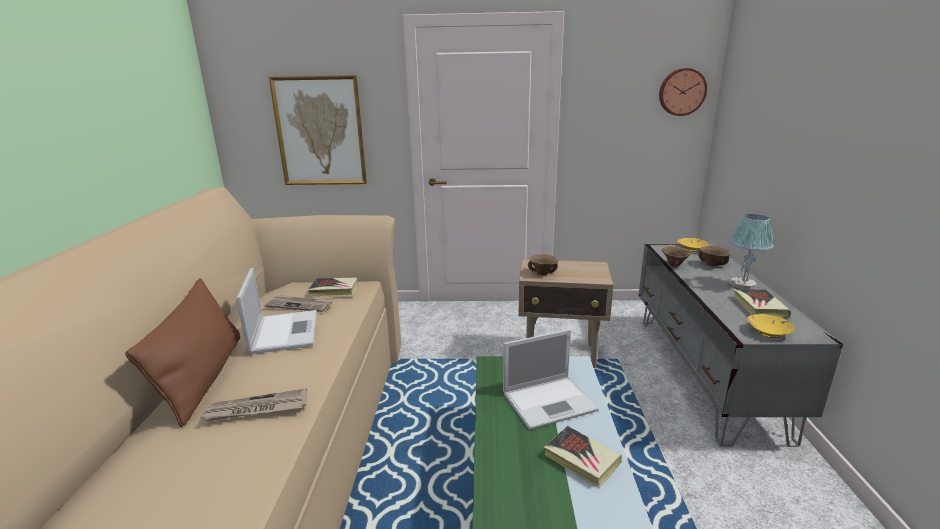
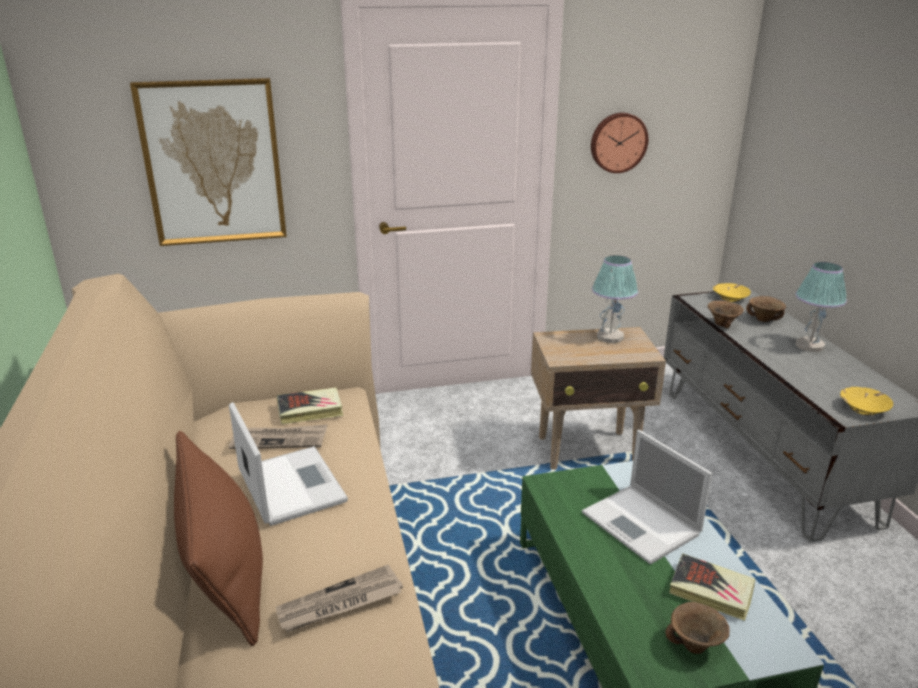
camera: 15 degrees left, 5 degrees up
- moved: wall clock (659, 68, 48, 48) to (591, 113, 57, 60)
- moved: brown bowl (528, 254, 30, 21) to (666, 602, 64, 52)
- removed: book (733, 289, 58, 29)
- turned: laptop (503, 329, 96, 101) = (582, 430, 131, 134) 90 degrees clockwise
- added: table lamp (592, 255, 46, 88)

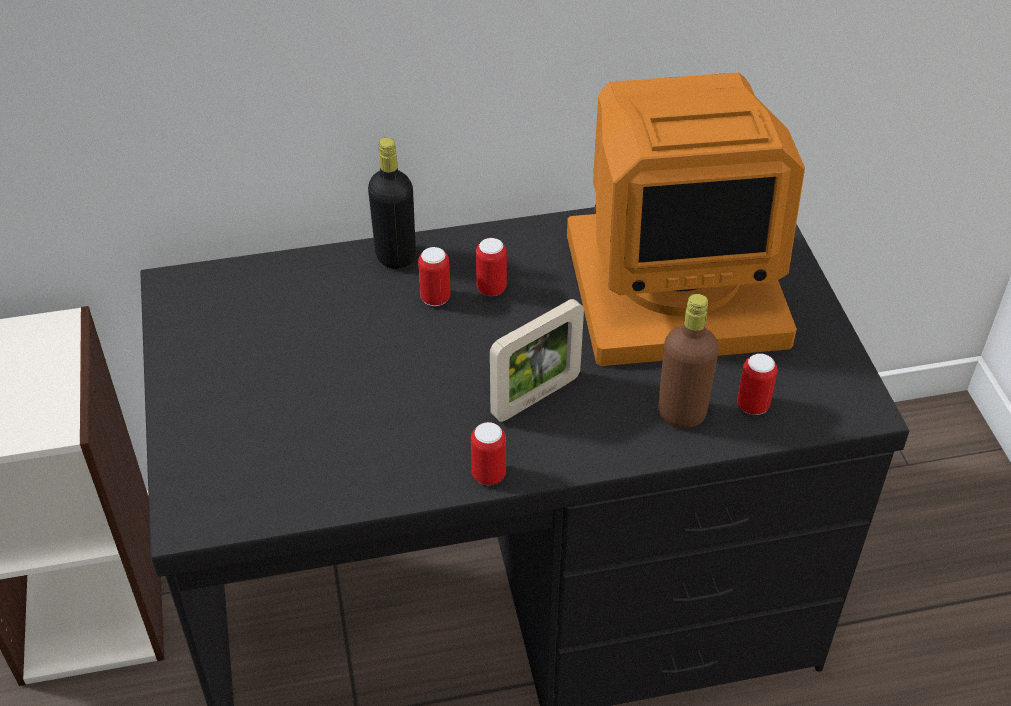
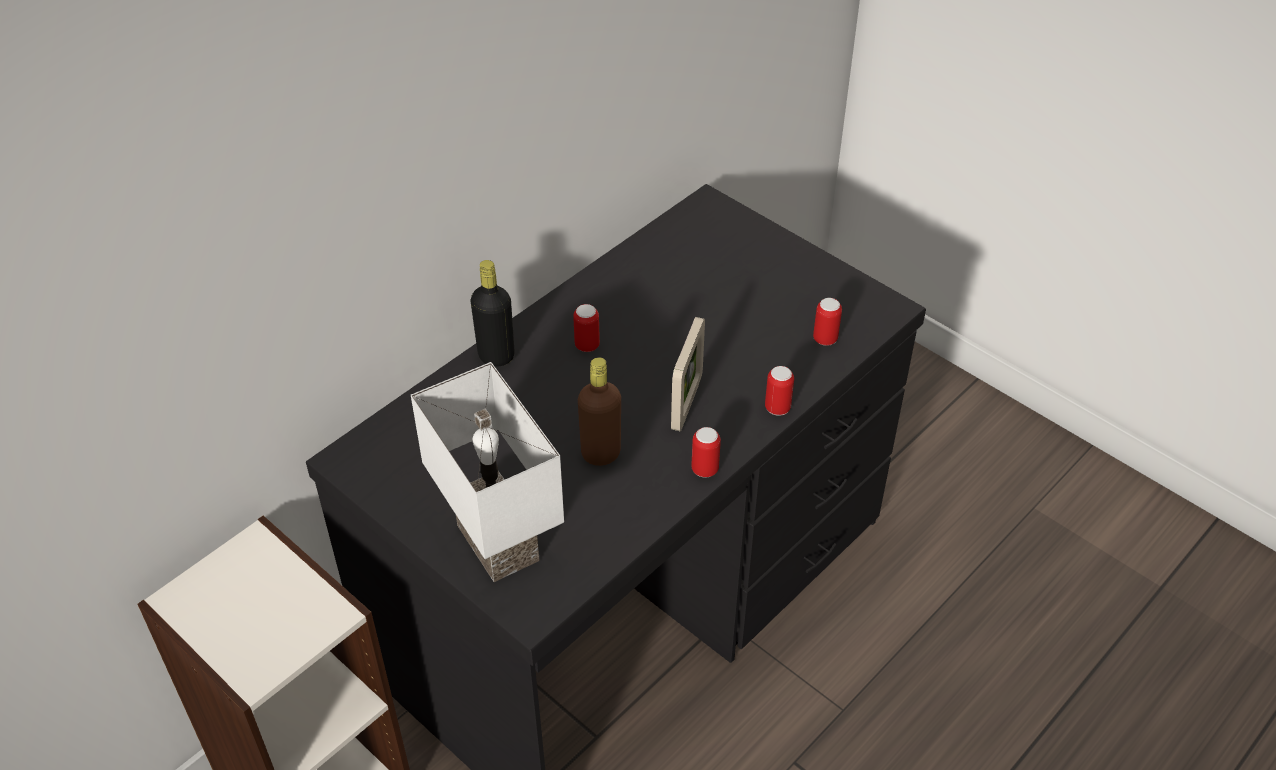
camera: 35 degrees left, 0 degrees up
- removed: monitor (567, 72, 238, 294)
- moved: can (418, 247, 33, 59) to (765, 366, 29, 50)
- moved: brown bottle (658, 294, 61, 134) to (578, 357, 43, 109)
- added: white table lamp (411, 362, 153, 220)

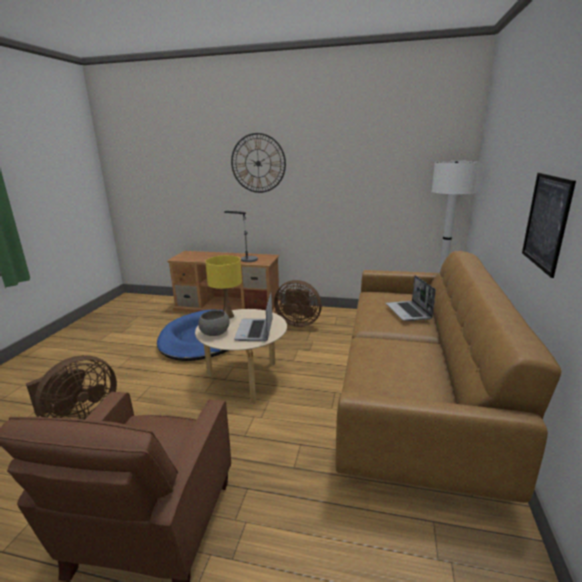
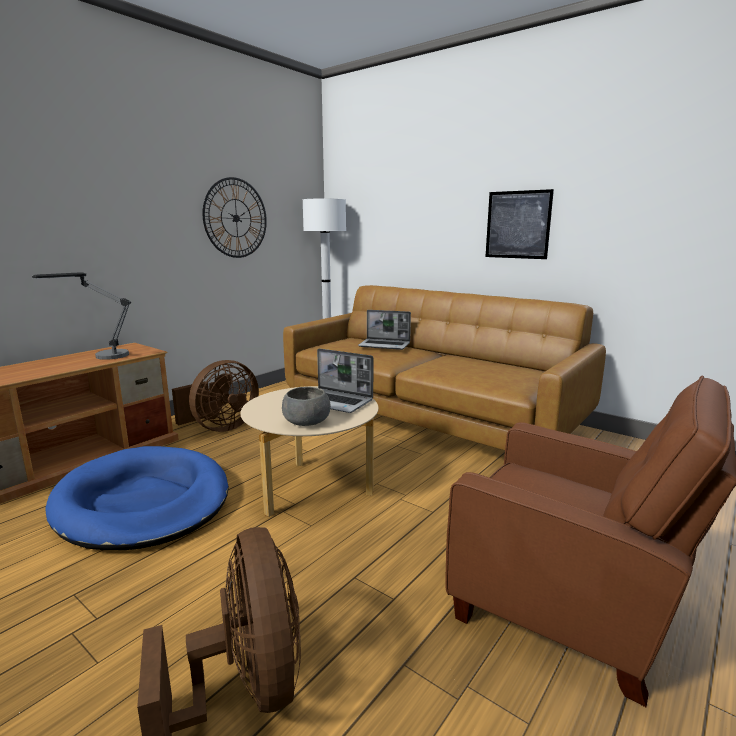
camera: 65 degrees left, 5 degrees down
- moved: wall clock (231, 133, 55, 60) to (202, 177, 65, 81)
- removed: yellow table lamp (205, 255, 37, 64)

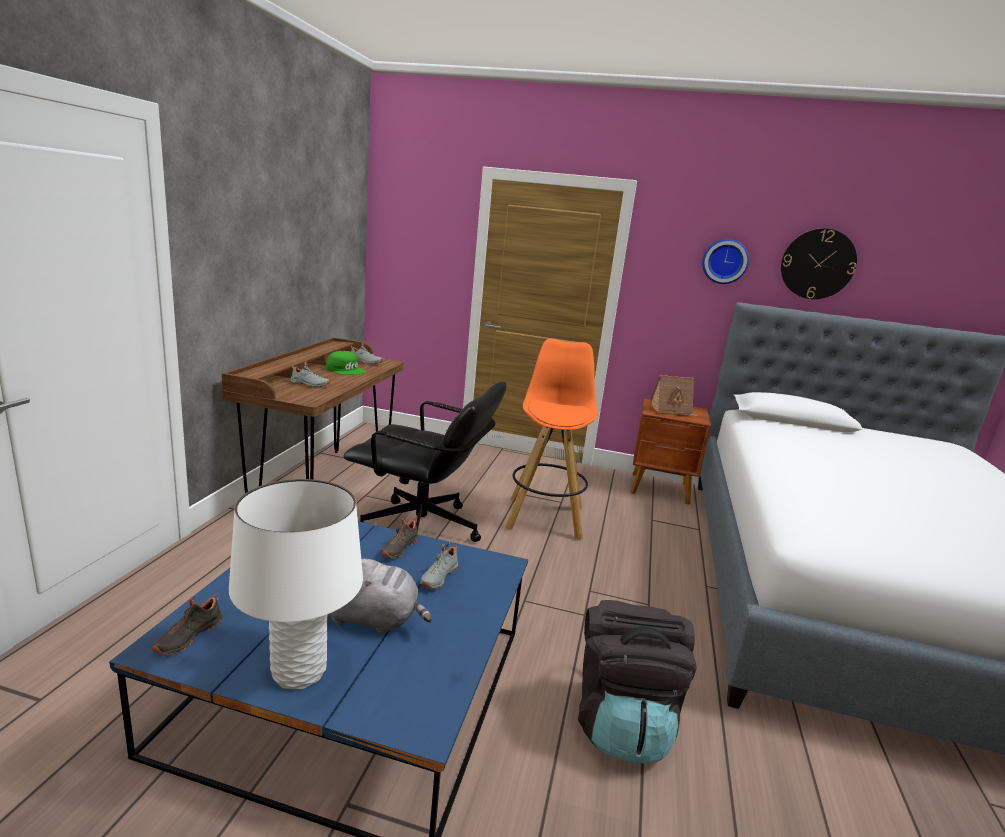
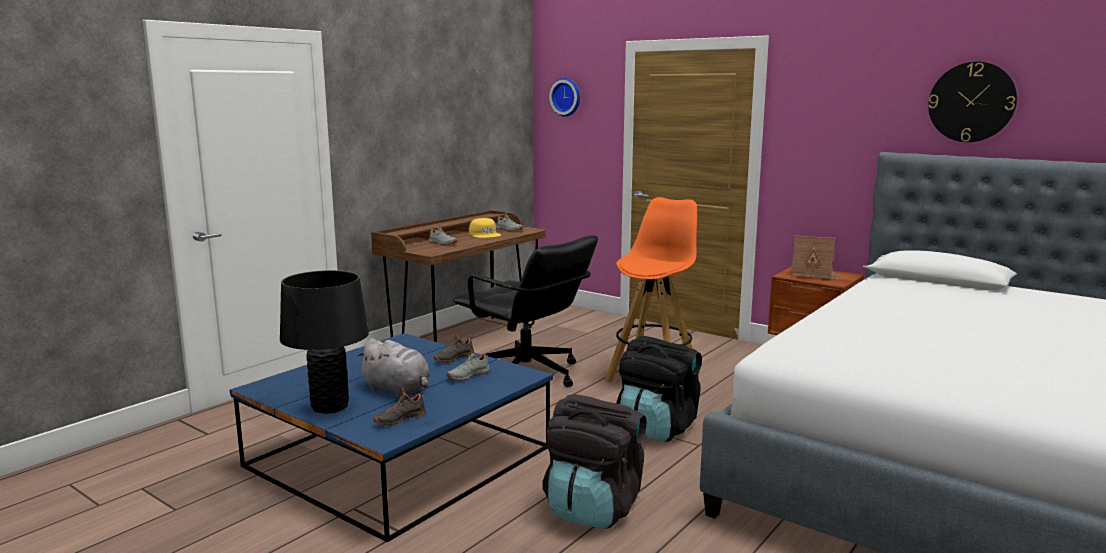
camera: 25 degrees right, 5 degrees down
- moved: wall clock (702, 239, 47, 45) to (549, 78, 31, 39)
- recoloured: green cap (326, 351, 40, 24) to yellow cap (469, 218, 32, 20)
- recoloured: white table lamp (229, 479, 134, 210) to black table lamp (280, 270, 89, 144)
- moved: black shoe (152, 593, 70, 62) to (373, 388, 53, 38)
- added: black backpack (616, 336, 86, 106)

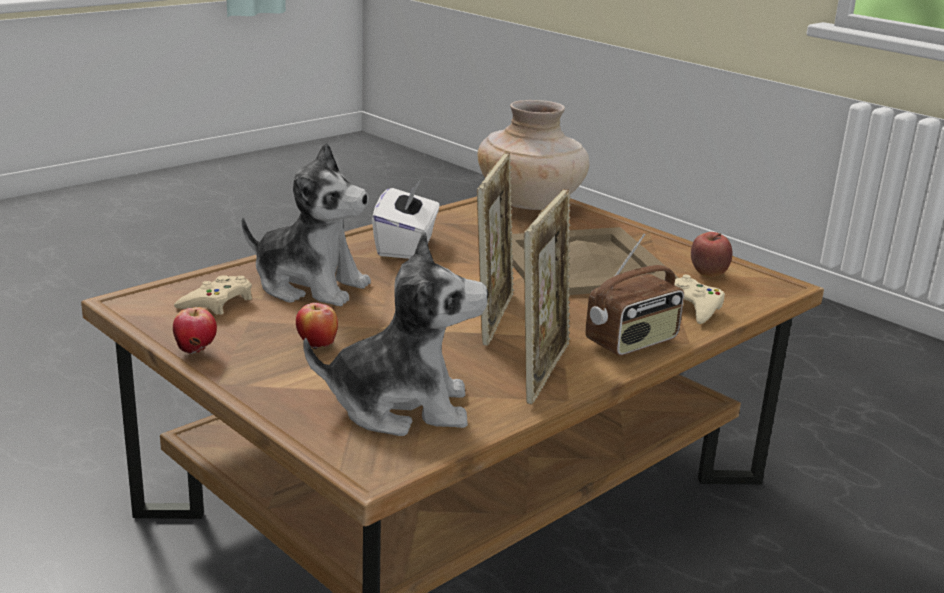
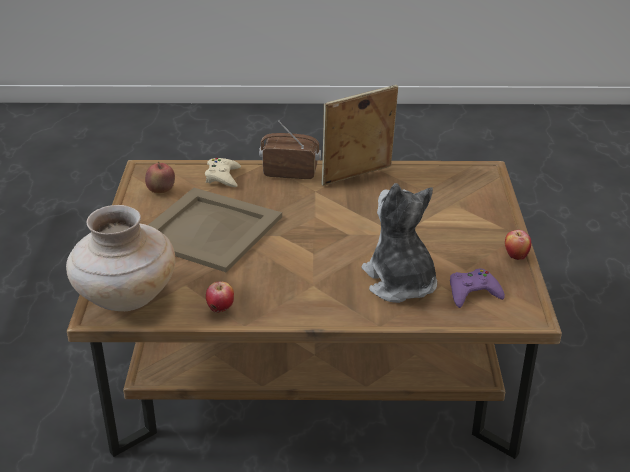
camera: 135 degrees left, 10 degrees up
- removed: picture frame (477, 153, 37, 193)
- removed: white tissue box (372, 178, 67, 81)
- removed: plush toy (303, 231, 185, 205)
- recoloured: beige game controller (174, 276, 78, 39) to purple game controller (450, 269, 55, 39)
- moved: apple (296, 303, 42, 46) to (206, 281, 28, 32)

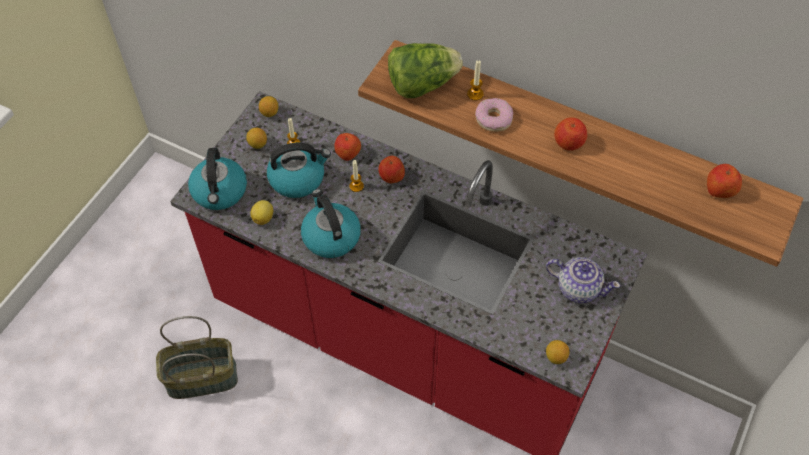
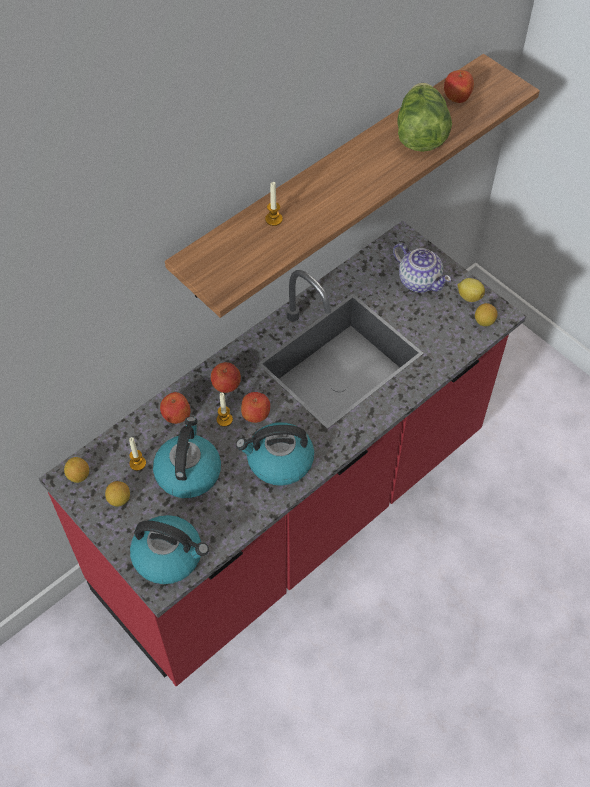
camera: 70 degrees left, 0 degrees up
- moved: lettuce (388, 43, 75, 55) to (398, 83, 54, 69)
- removed: donut (475, 98, 38, 34)
- moved: apple (554, 117, 33, 34) to (241, 392, 29, 31)
- moved: lemon (250, 200, 23, 25) to (458, 278, 27, 24)
- turned: teapot (546, 257, 74, 46) = (393, 243, 58, 50) 90 degrees clockwise
- removed: basket (156, 316, 82, 83)

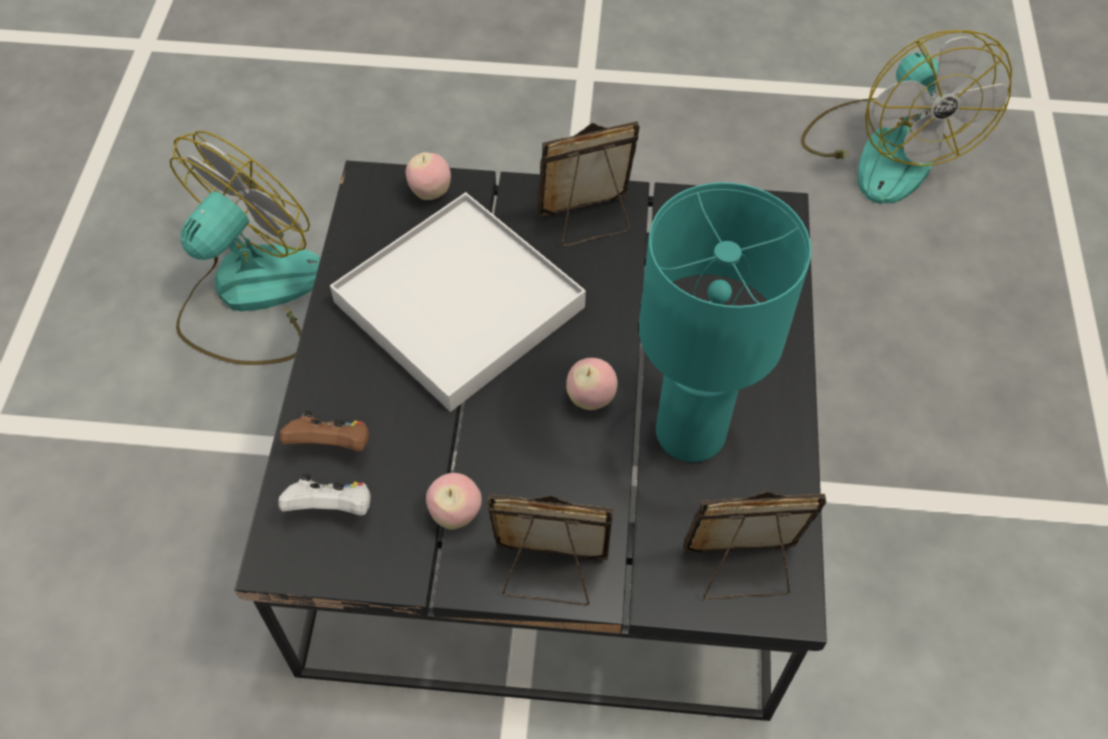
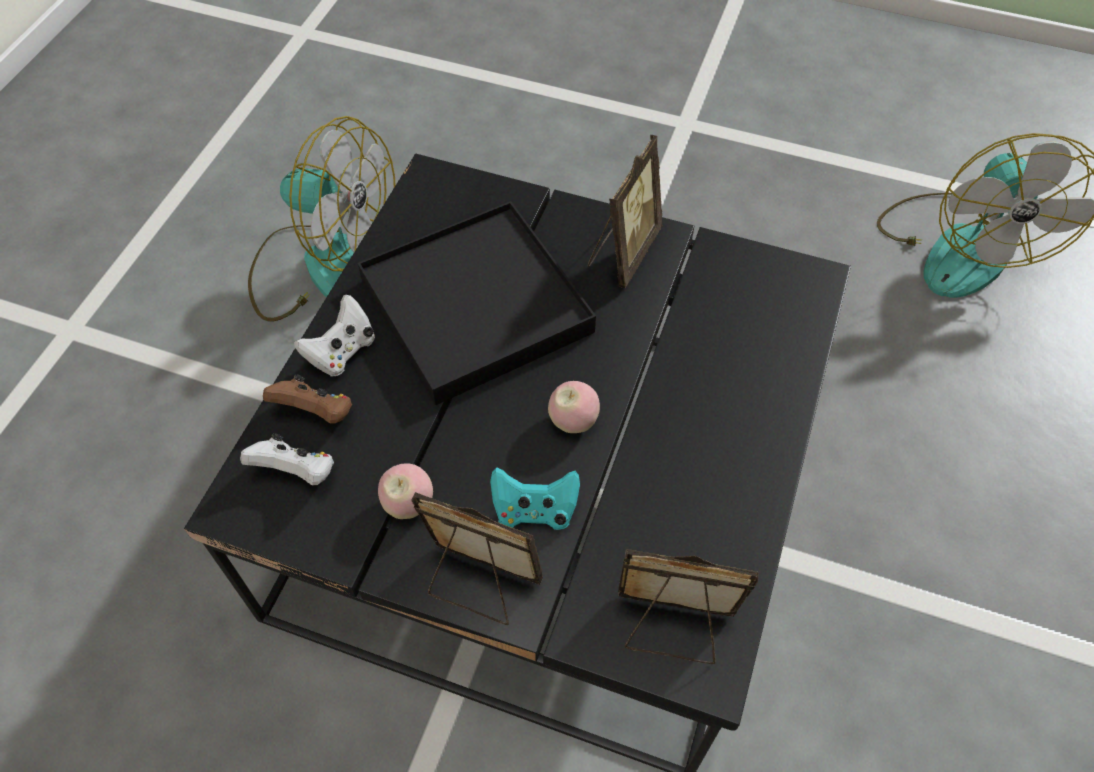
camera: 15 degrees right, 0 degrees up
- turned: picture frame (537, 121, 103, 126) = (588, 135, 74, 153) 120 degrees clockwise
- turned: fan (170, 131, 151, 234) = (248, 116, 147, 205) 60 degrees clockwise
- removed: apple (406, 152, 45, 48)
- removed: turquoise table lamp (639, 182, 172, 280)
- recoloured: white tray (330, 192, 256, 220) to black tray (358, 201, 238, 204)
- added: white game controller (294, 295, 81, 81)
- added: turquoise game controller (490, 467, 90, 63)

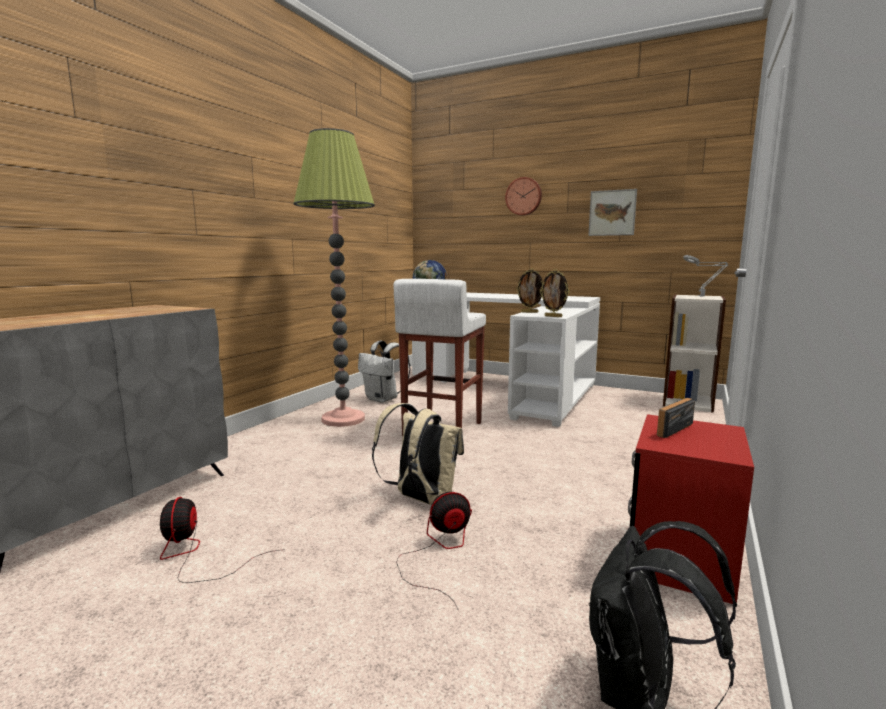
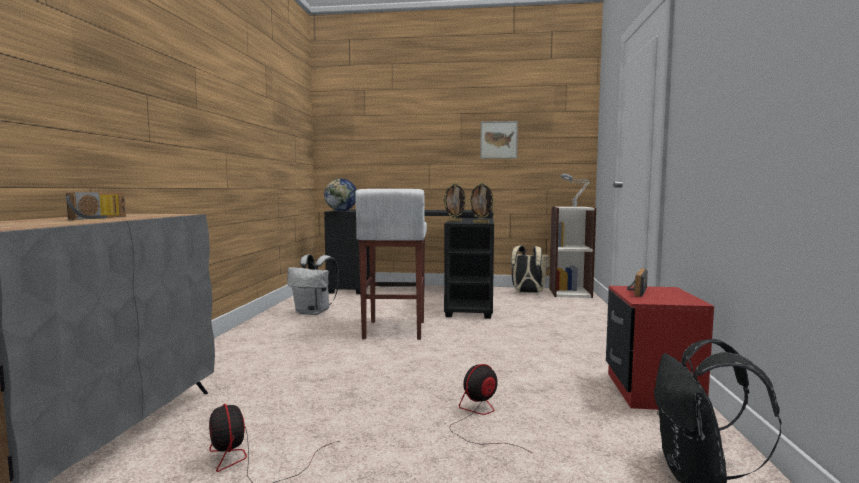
camera: 20 degrees left, 5 degrees down
- removed: floor lamp (293, 128, 82, 299)
- removed: wall clock (505, 177, 37, 39)
- recoloured: white desk (412, 293, 188, 134) to black desk (324, 210, 170, 109)
- moved: beige backpack (372, 403, 92, 101) to (511, 246, 38, 47)
- added: radio (66, 192, 60, 28)

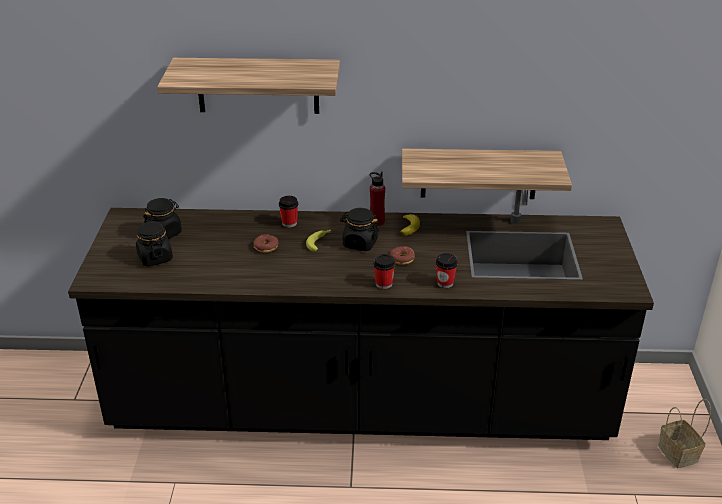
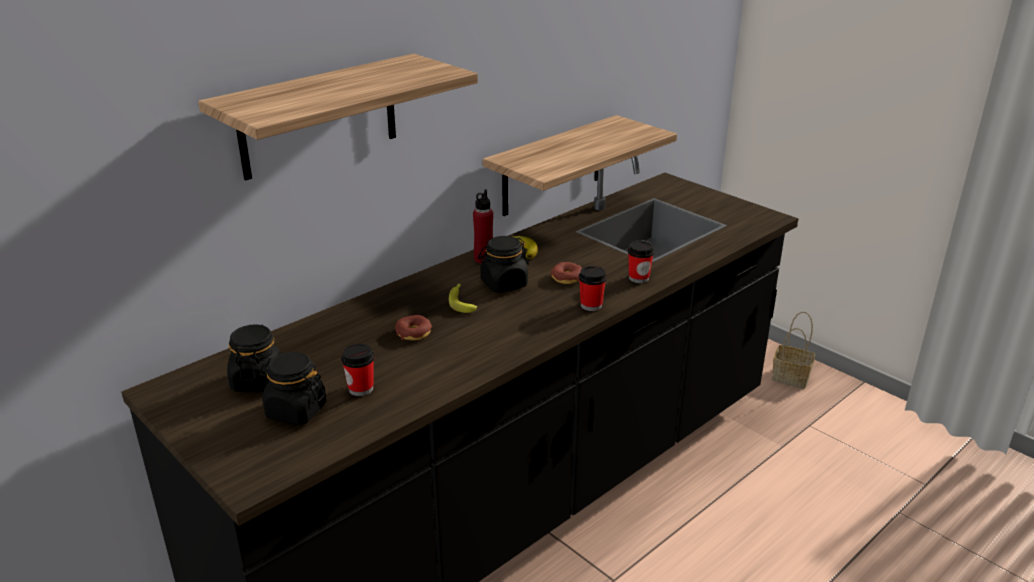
camera: 45 degrees left, 5 degrees down
- moved: cup (279, 196, 19, 32) to (341, 343, 33, 53)

